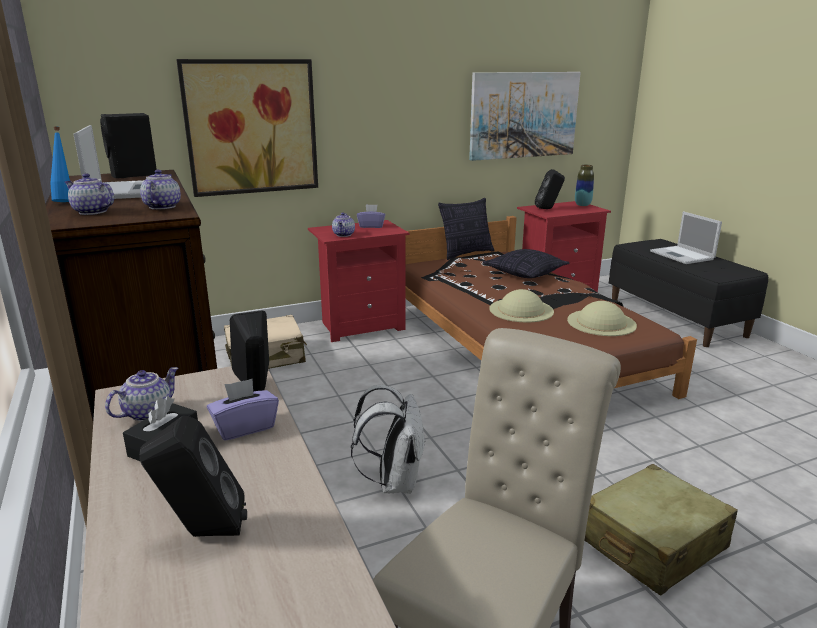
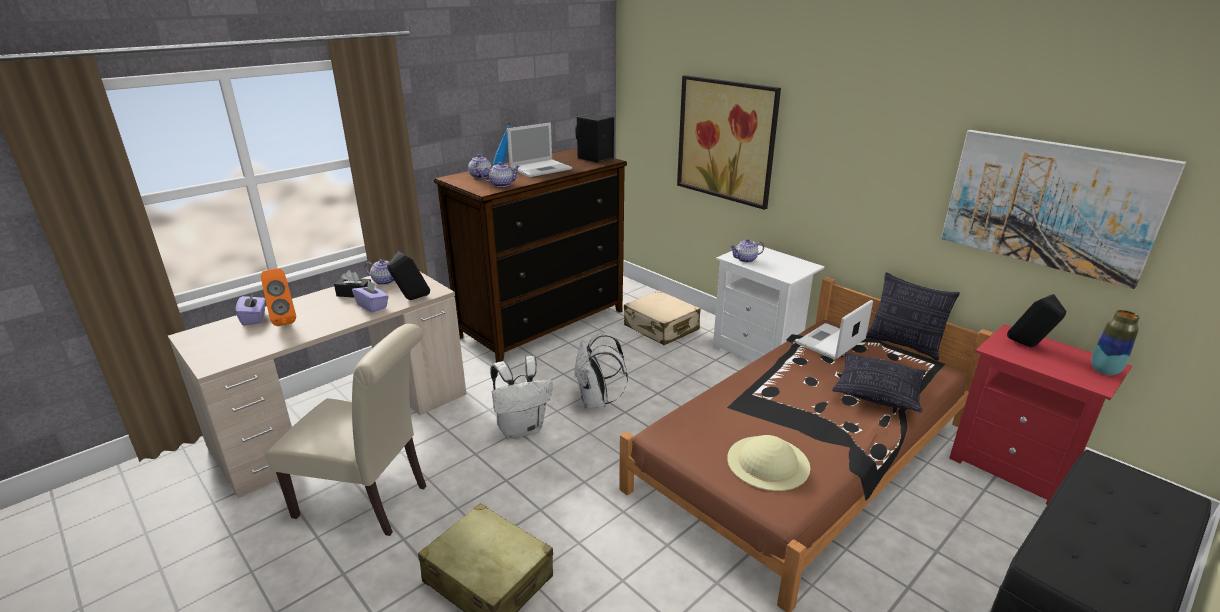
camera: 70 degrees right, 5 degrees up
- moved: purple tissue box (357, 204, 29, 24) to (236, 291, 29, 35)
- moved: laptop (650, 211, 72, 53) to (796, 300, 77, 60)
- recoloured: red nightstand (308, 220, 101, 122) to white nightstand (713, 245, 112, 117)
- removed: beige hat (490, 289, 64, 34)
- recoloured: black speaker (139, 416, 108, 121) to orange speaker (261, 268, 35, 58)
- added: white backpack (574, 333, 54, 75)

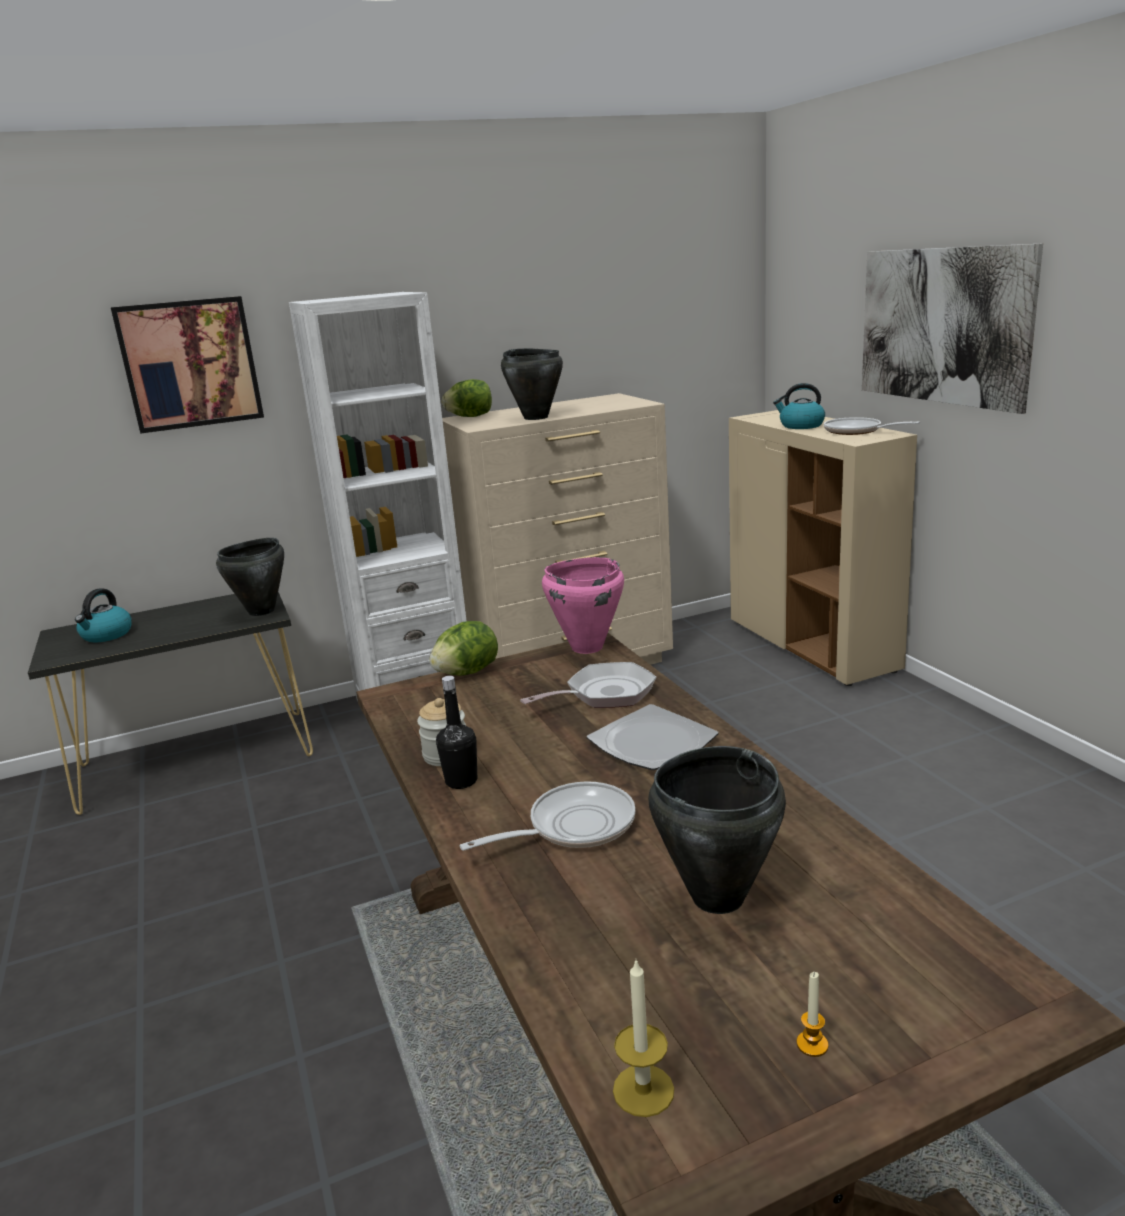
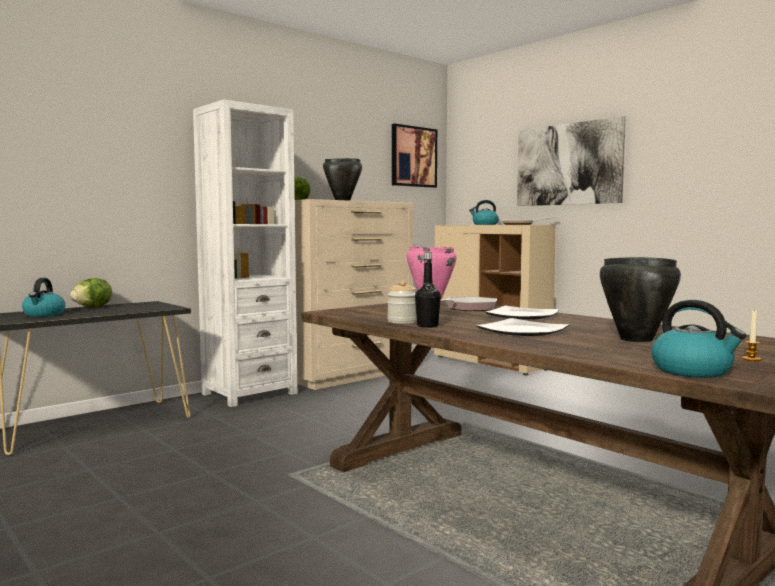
camera: 20 degrees left, 15 degrees down
- moved: picture (111, 296, 153, 138) to (392, 124, 45, 64)
- removed: black cooking pot (216, 538, 68, 78)
- moved: lettuce (429, 621, 69, 55) to (70, 278, 42, 29)
- replaced: frying pan (459, 781, 177, 70) to plate (476, 318, 93, 18)
- replaced: candle (613, 960, 61, 157) to kettle (651, 300, 96, 78)

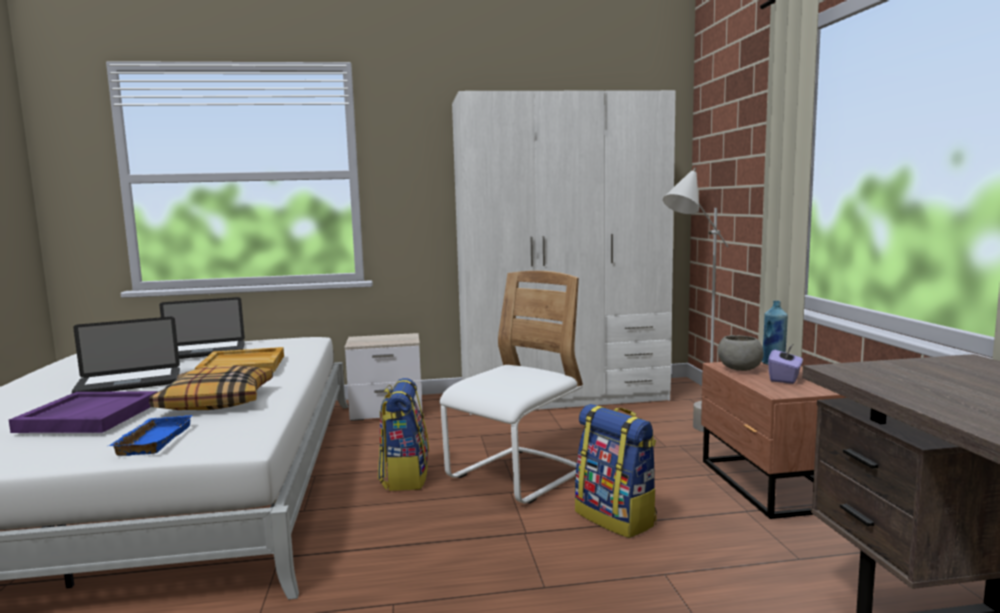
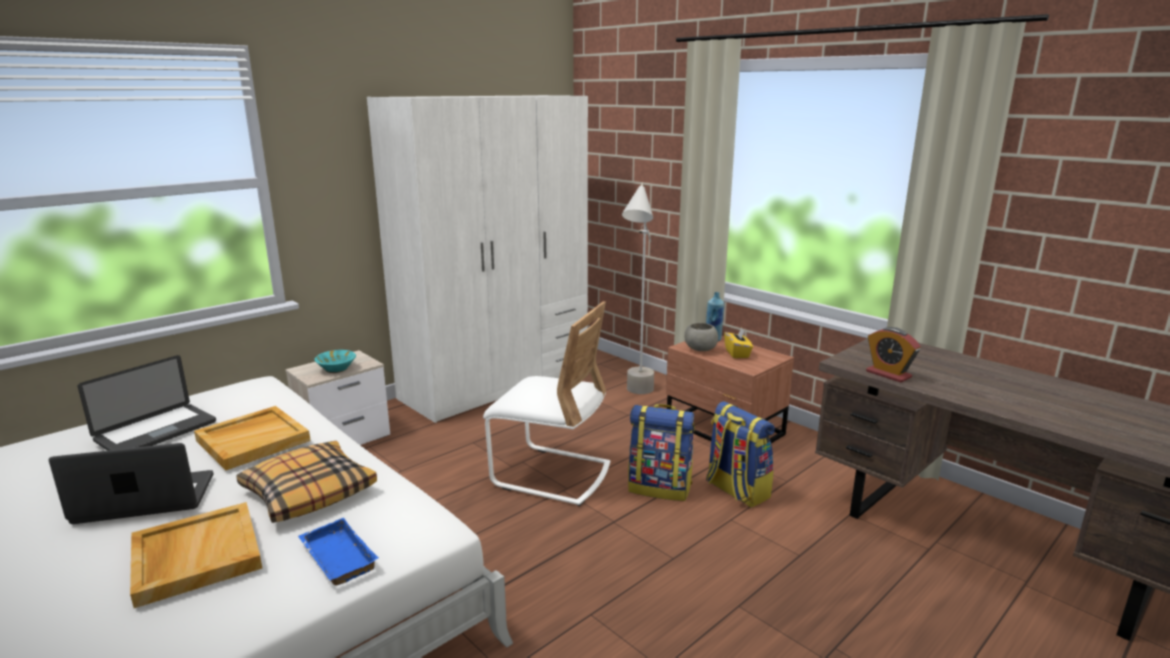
camera: 35 degrees left, 10 degrees up
- turned: white chair (439, 271, 144, 233) = (483, 301, 127, 205) 105 degrees clockwise
- turned: laptop (72, 317, 108, 76) = (49, 443, 164, 81) 135 degrees counterclockwise
- recoloured: purple tissue box (768, 345, 35, 39) to yellow tissue box (724, 328, 29, 30)
- moved: backpack (378, 378, 51, 113) to (706, 401, 69, 106)
- recoloured: purple tray (9, 391, 149, 42) to beige tray (130, 502, 132, 106)
- added: alarm clock (866, 327, 55, 56)
- added: turquoise bowl (314, 350, 42, 23)

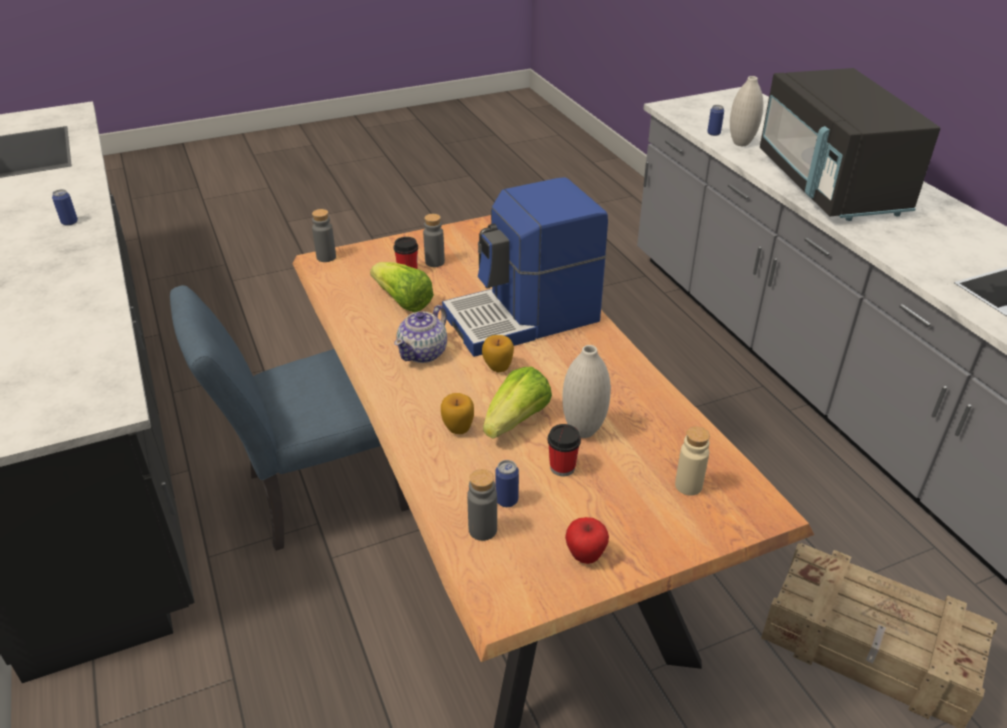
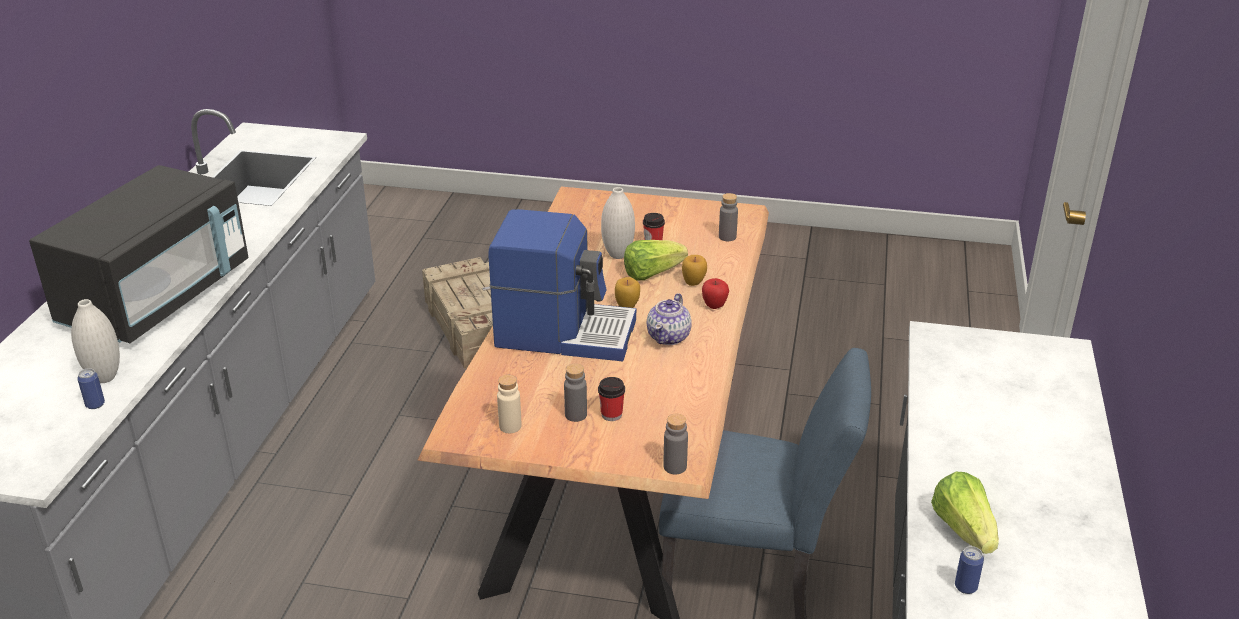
camera: 145 degrees left, 5 degrees down
- moved: lettuce (370, 262, 64, 50) to (931, 472, 68, 82)
- turned: teapot (394, 305, 53, 58) = (647, 293, 45, 52) 135 degrees clockwise
- moved: beige bottle (675, 427, 35, 69) to (497, 375, 25, 58)
- removed: can (495, 460, 24, 47)
- moved: apple (565, 517, 44, 47) to (702, 278, 27, 31)

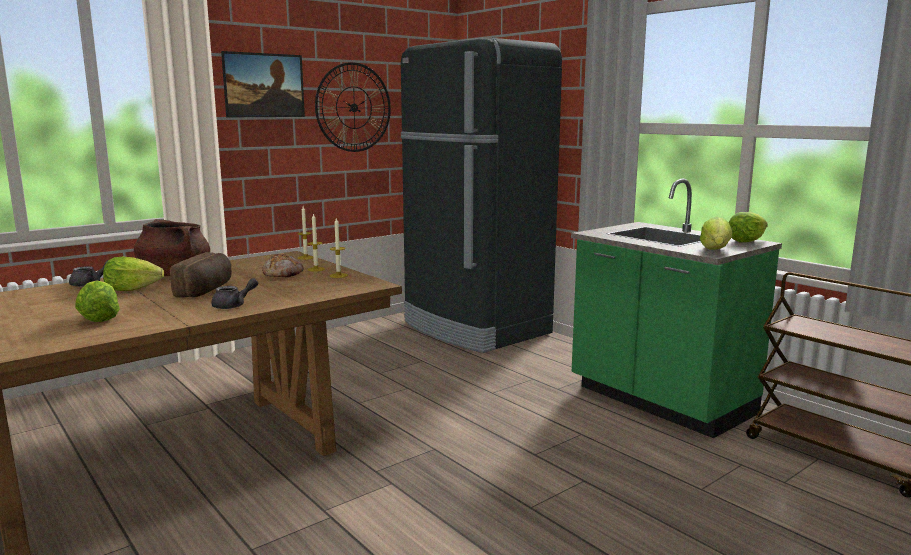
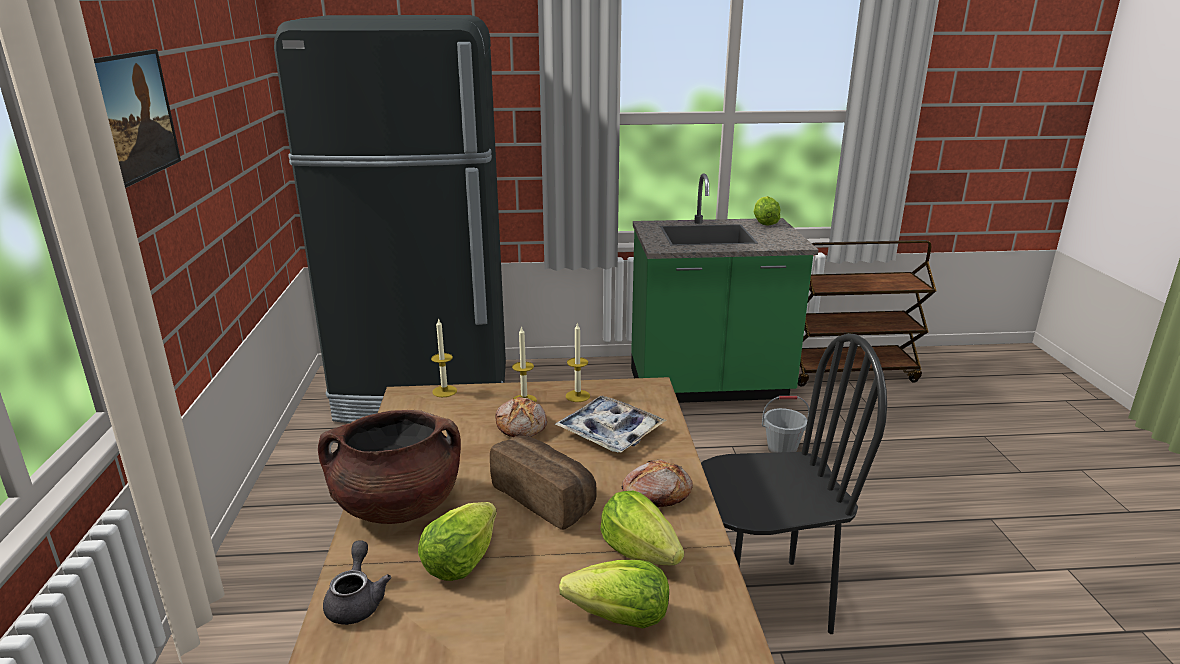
camera: 55 degrees left, 10 degrees up
- removed: wall clock (315, 62, 76, 90)
- moved: lettuce (700, 217, 33, 33) to (600, 491, 84, 74)
- replaced: grey teapot (211, 278, 47, 31) to bread (622, 460, 71, 47)
- added: black chair (701, 333, 186, 301)
- added: tray (554, 396, 112, 57)
- added: grey bucket (762, 396, 48, 57)

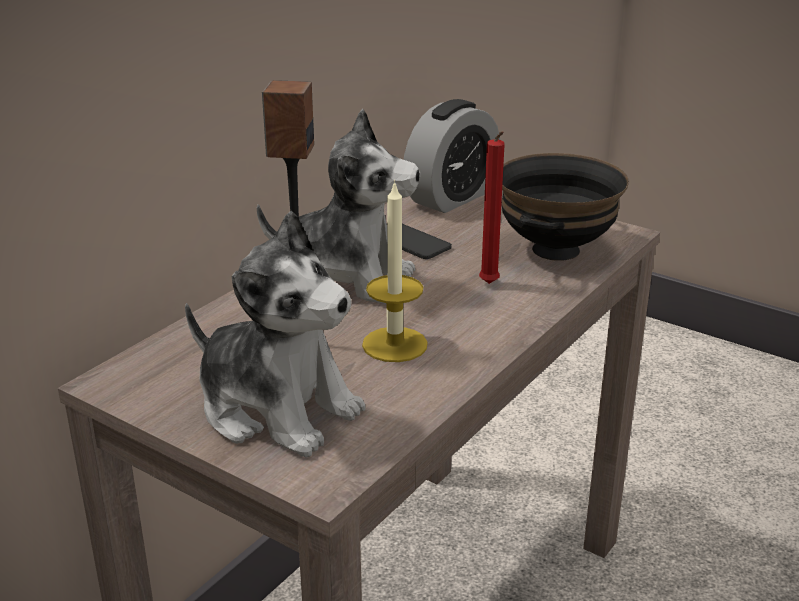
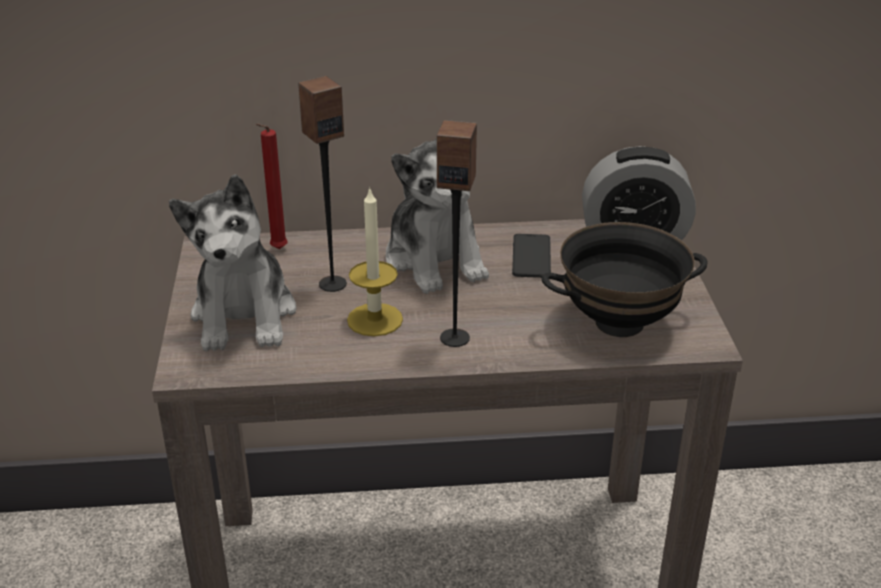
camera: 50 degrees right, 5 degrees up
- moved: red candle (479, 131, 26, 153) to (256, 124, 31, 125)
- added: speaker (437, 120, 40, 227)

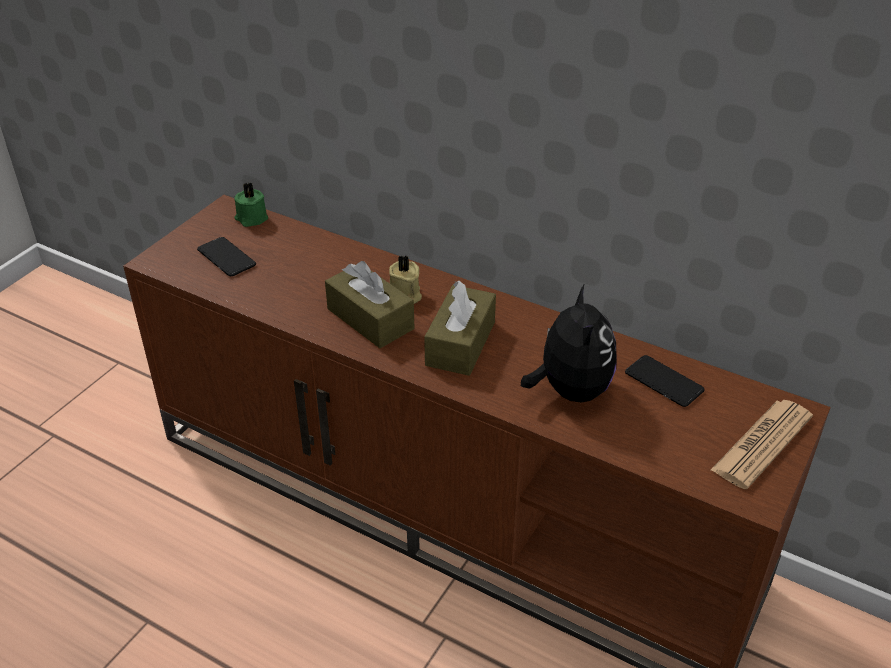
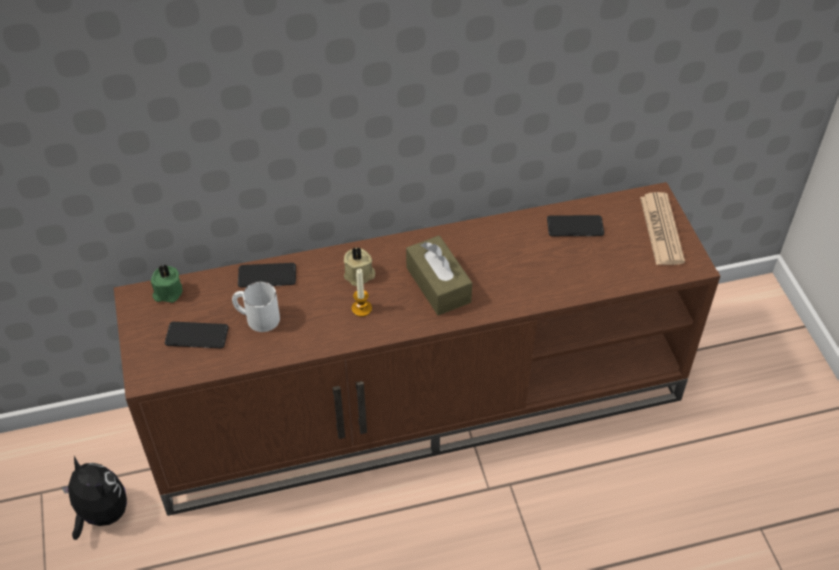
camera: 45 degrees left, 10 degrees up
- replaced: brown tissue box (325, 261, 89, 87) to candle (352, 269, 20, 48)
- moved: plush toy (521, 283, 95, 120) to (61, 456, 66, 84)
- added: phone (238, 263, 58, 24)
- added: white mug (232, 282, 48, 50)

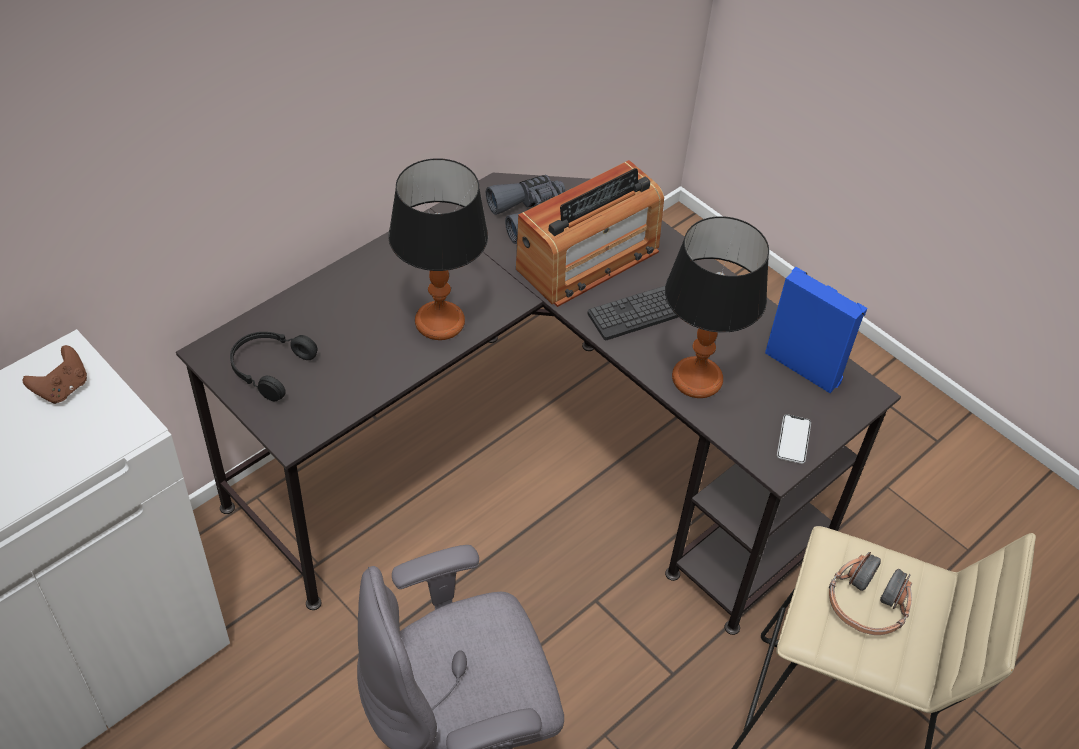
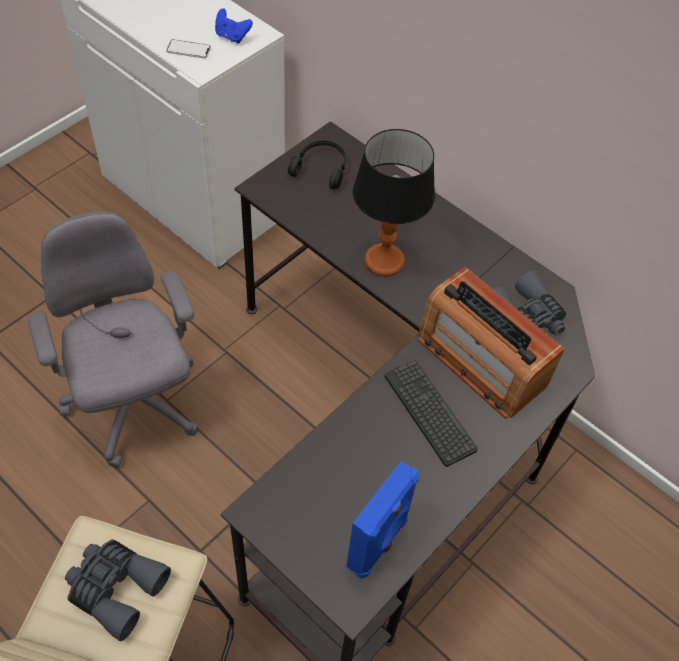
camera: 85 degrees right, 5 degrees up
- removed: table lamp (665, 216, 104, 182)
- recoloured: brown game controller (22, 345, 65, 59) to blue game controller (215, 8, 38, 35)
- moved: phone (777, 414, 34, 50) to (166, 39, 45, 19)
- replaced: headphones (829, 552, 83, 83) to grey binoculars (65, 539, 106, 102)

